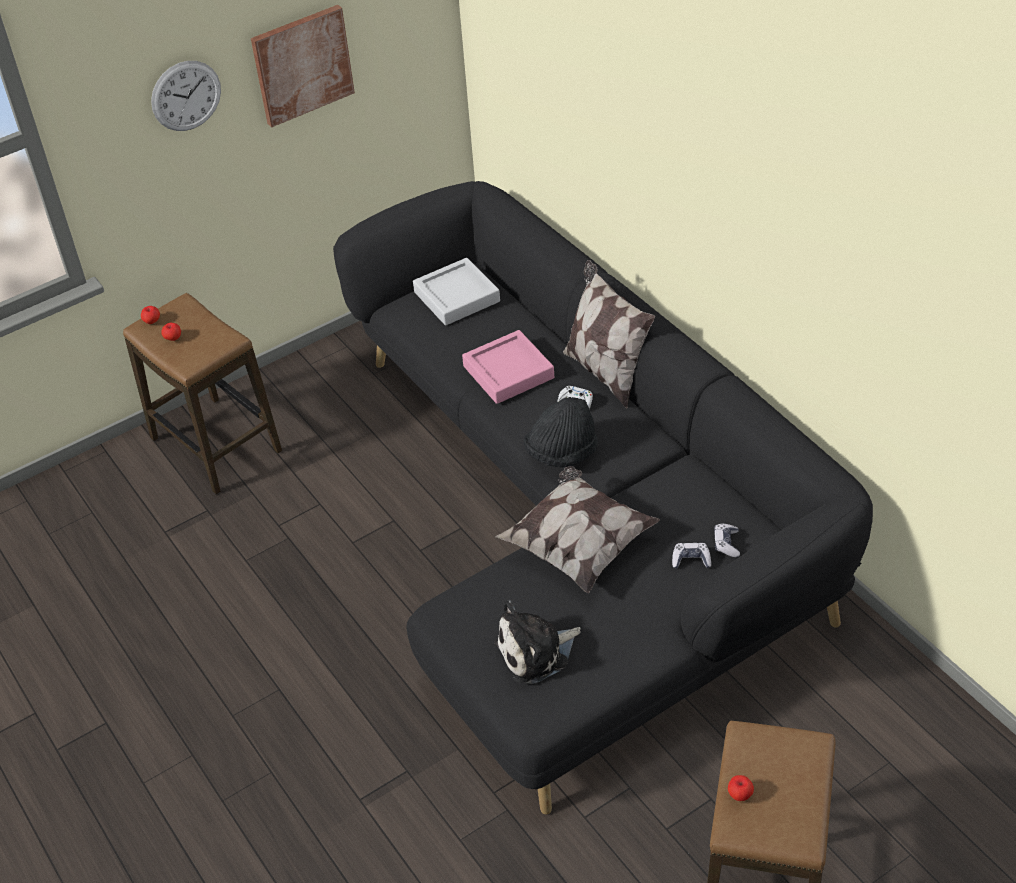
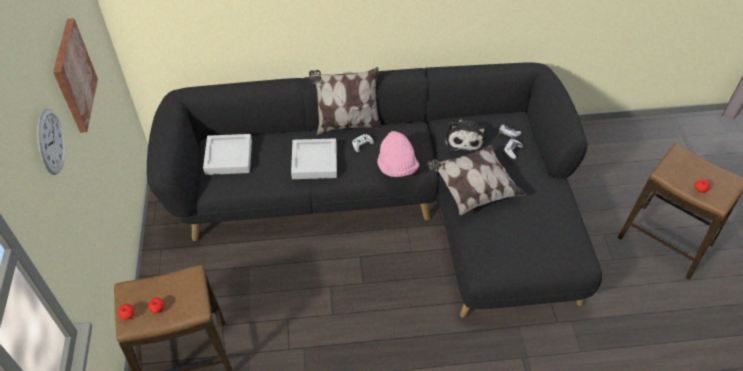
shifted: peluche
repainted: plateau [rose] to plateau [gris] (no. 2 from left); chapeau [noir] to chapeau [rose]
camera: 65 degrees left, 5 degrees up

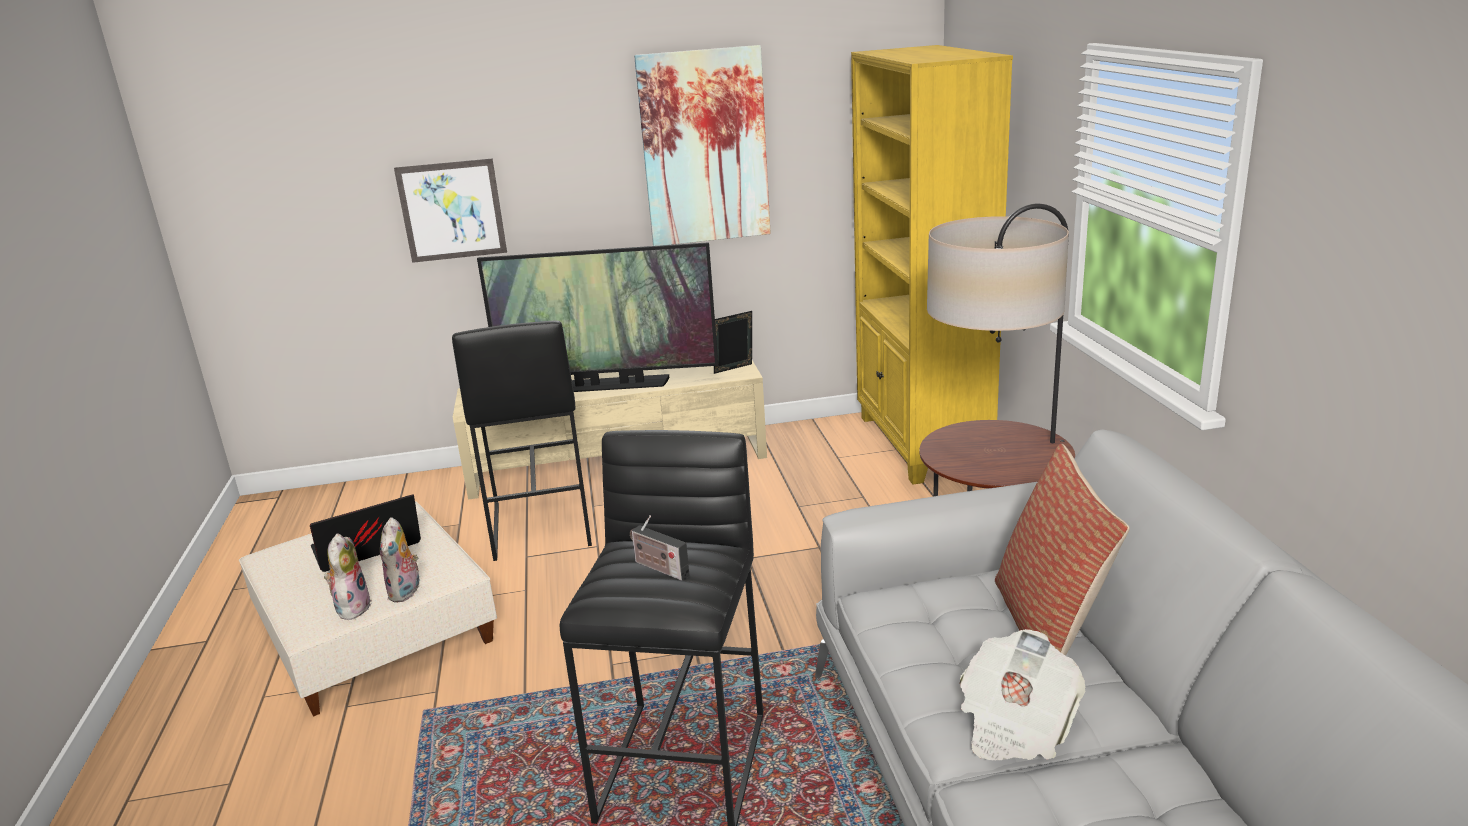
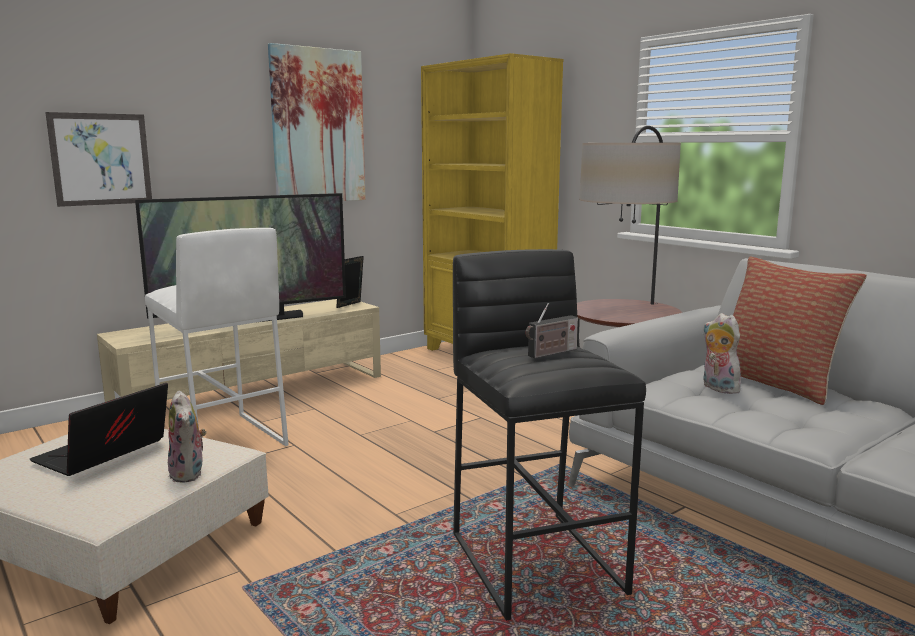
gone: journal
shifted: peluche (no. 1 from left in the first image) to peluche (no. 2 from left)
repainted: tabouret [noir] (no. 1 from left) to tabouret [blanc]
rotated: radio 45 degrees counterclockwise
camera: 30 degrees left, 10 degrees down

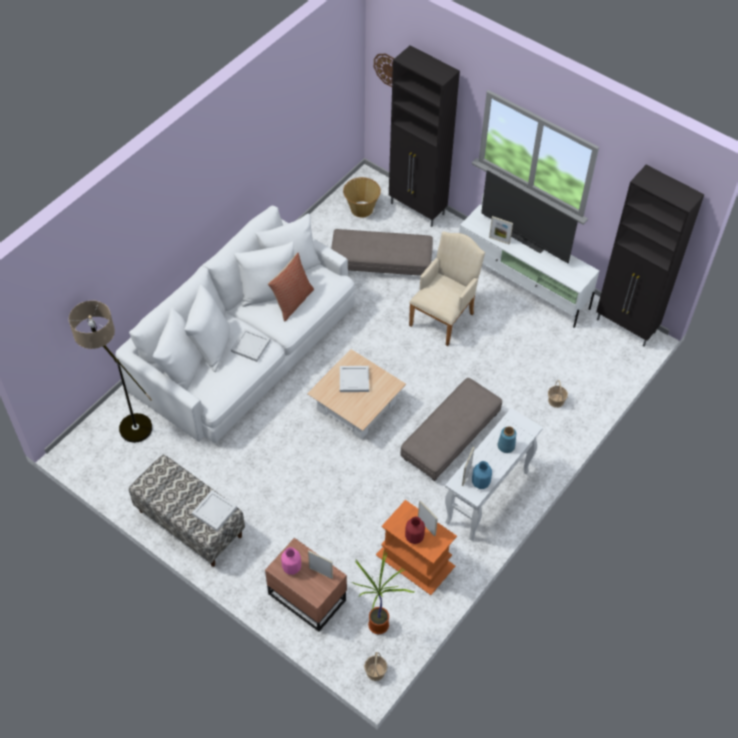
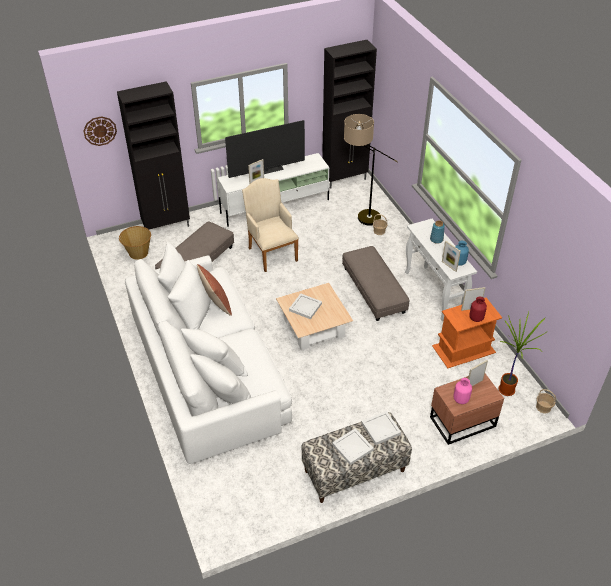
shifted: plateau [blanc] (no. 2 from left); lampadaire
camera: 60 degrees left, 10 degrees down

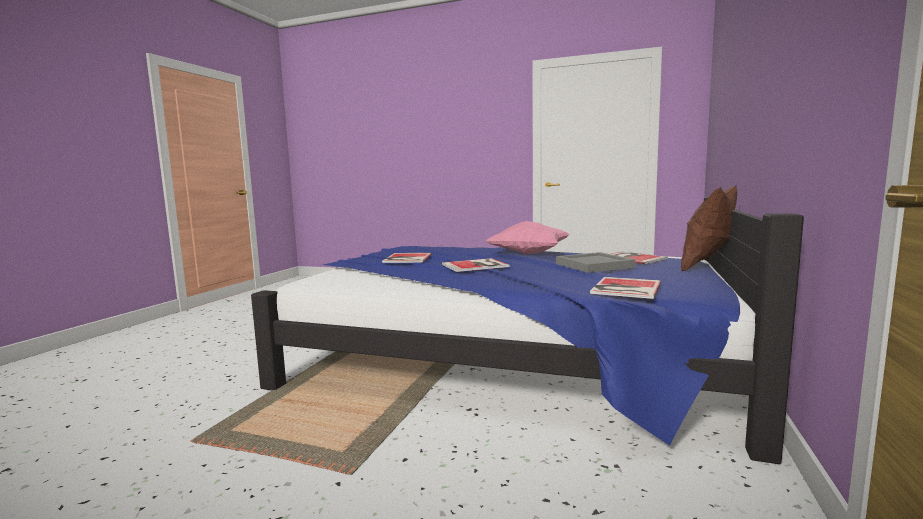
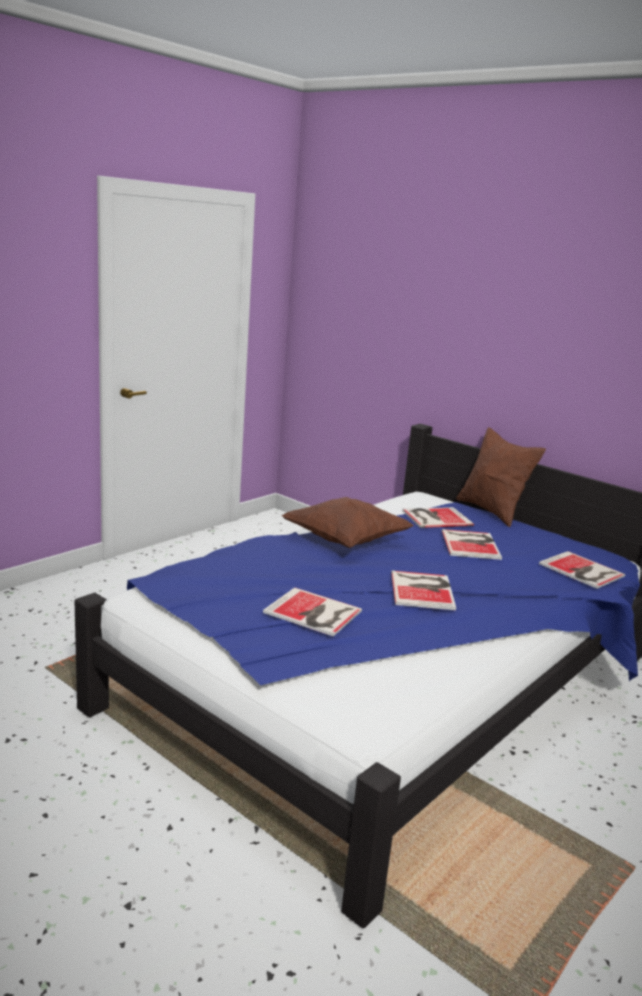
swapped: plateau [gris] to livre (no. 4 from left)
repainted: coussin [rose] to coussin [marron] (no. 1 from left)
camera: 70 degrees left, 10 degrees up

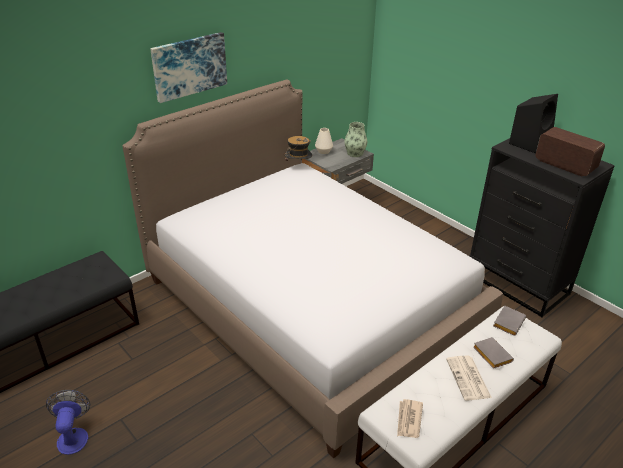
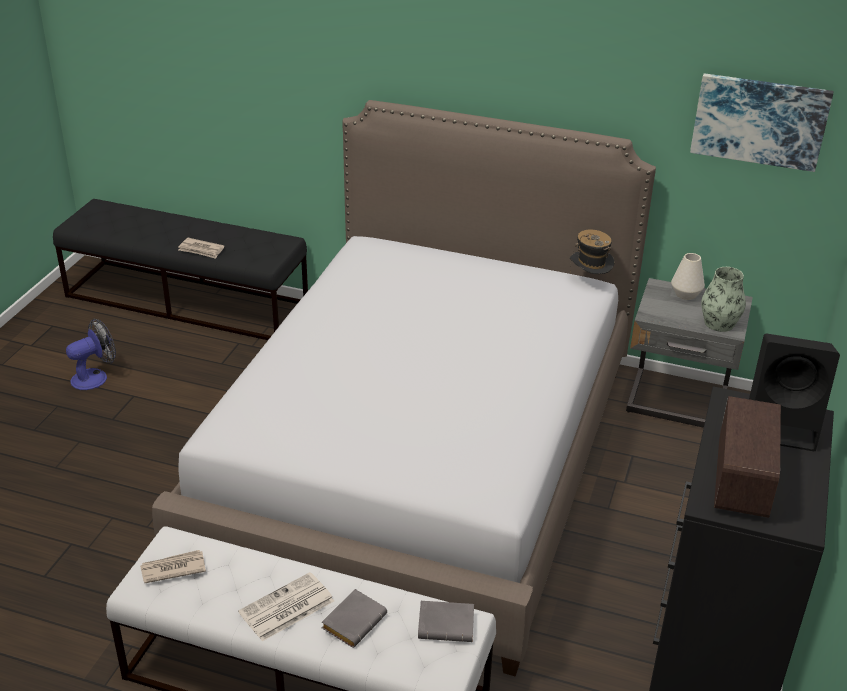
new: journal (no. 2 from left)
shifted: tableau
camera: 60 degrees right, 0 degrees up

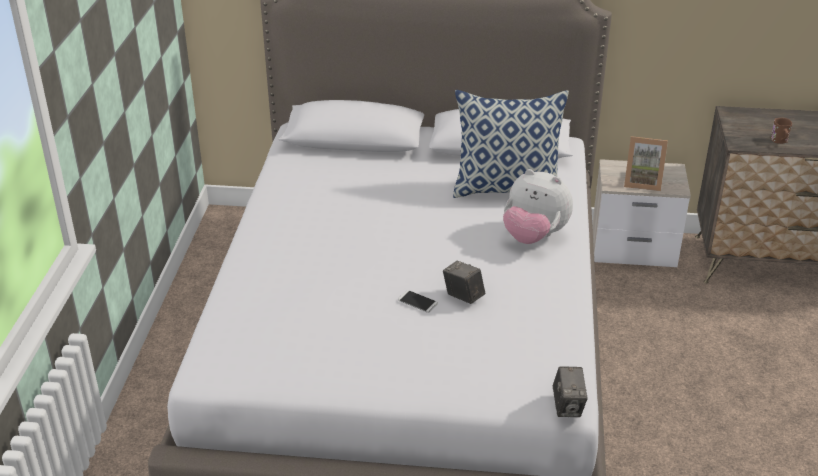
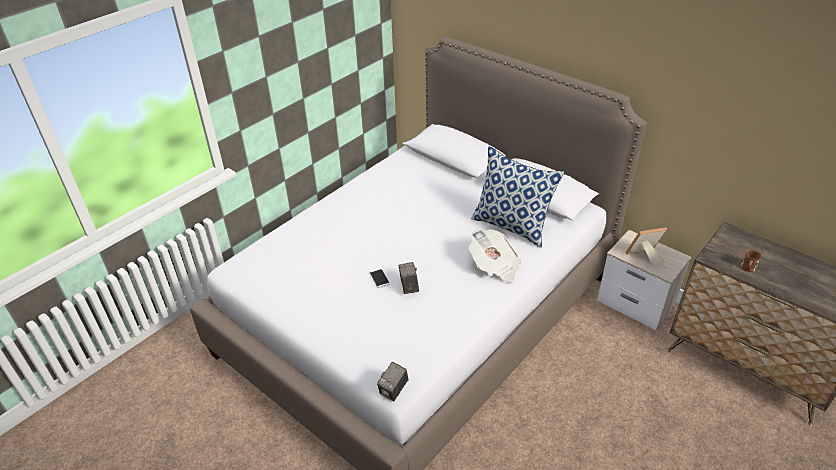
swapped: peluche to journal
rotated: cadre photo 120 degrees clockwise
camera: 35 degrees right, 5 degrees up

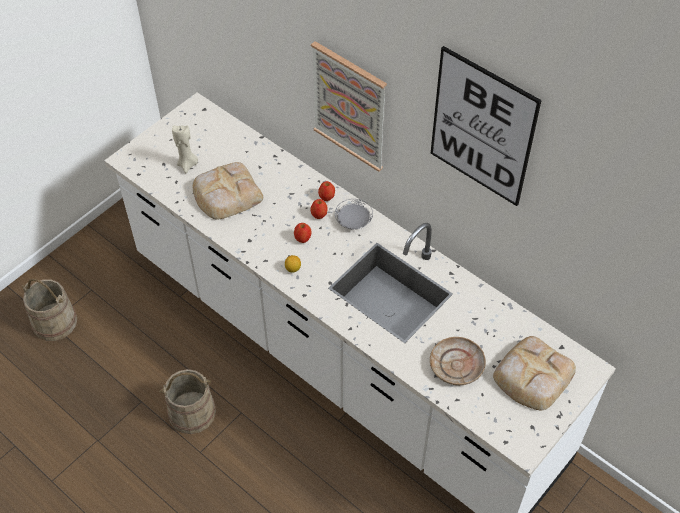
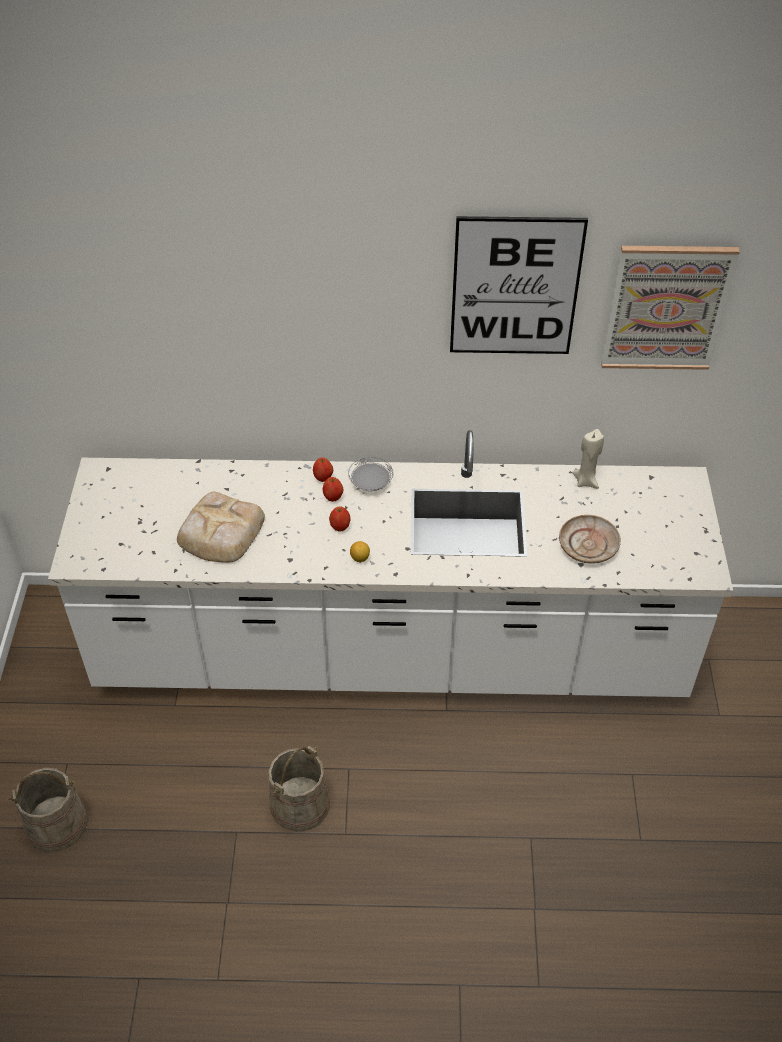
gone: pain (no. 2 from left)
shifted: bougie [beige]; tableau (no. 1 from left in the first image) to tableau (no. 2 from left)
camera: 40 degrees left, 5 degrees down

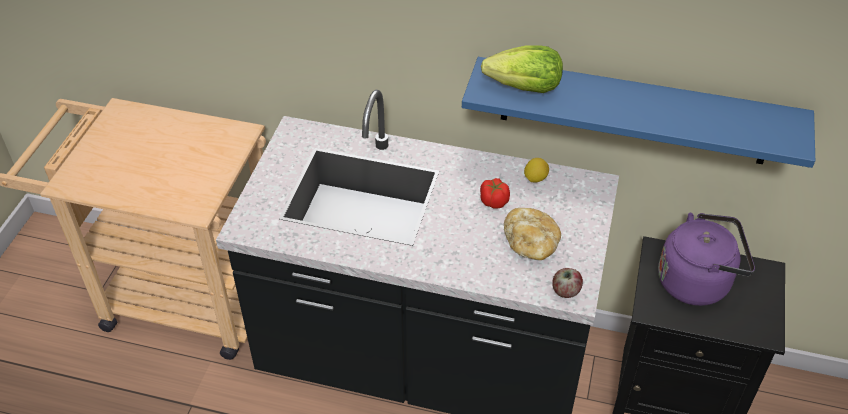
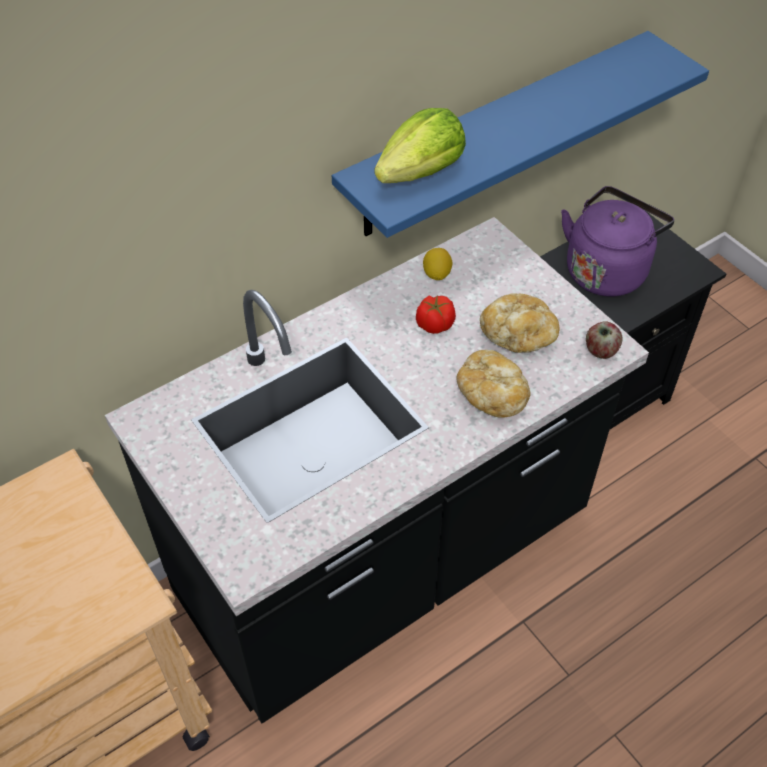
new: pain (no. 1 from left)
camera: 50 degrees left, 5 degrees up

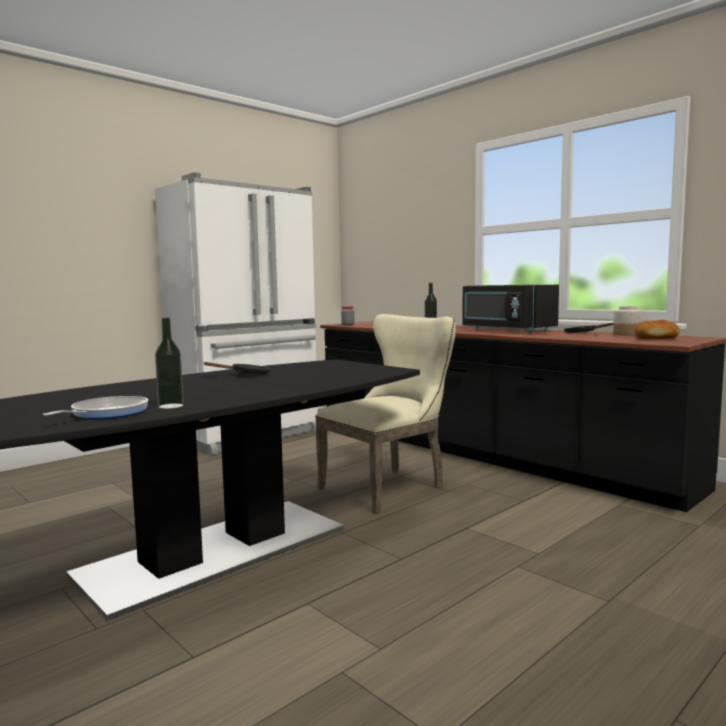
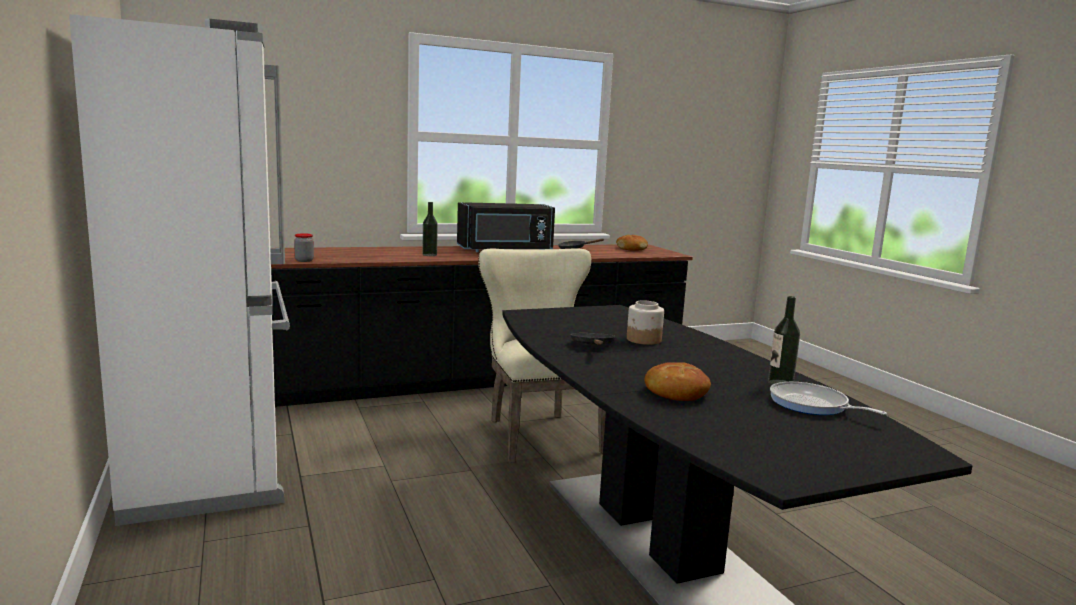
new: pain (no. 2 from left)
shifted: bocal (no. 2 from left)
camera: 70 degrees left, 5 degrees up

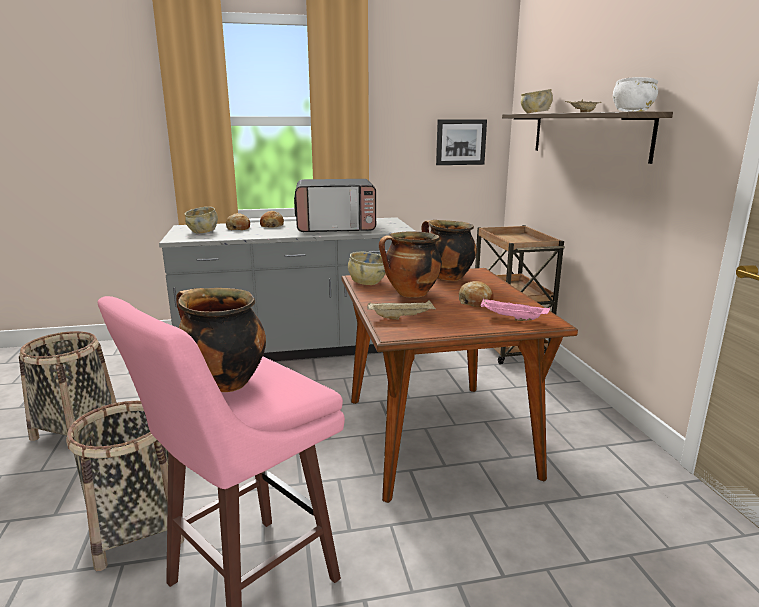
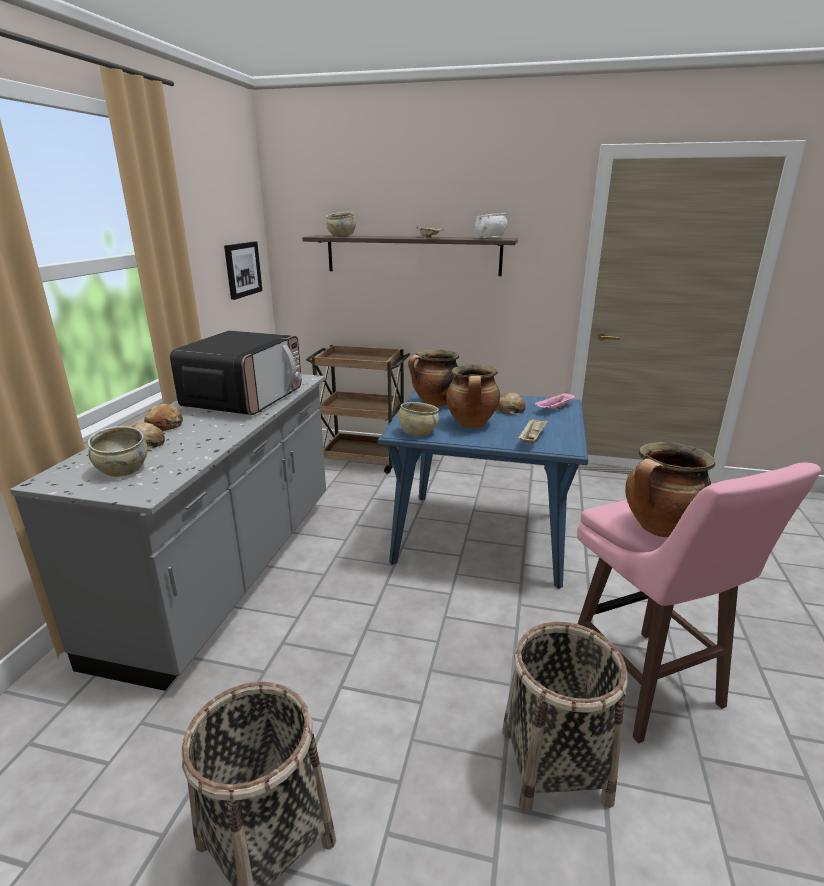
repainted: table à manger [marron] to table à manger [bleu]
camera: 65 degrees left, 5 degrees up

